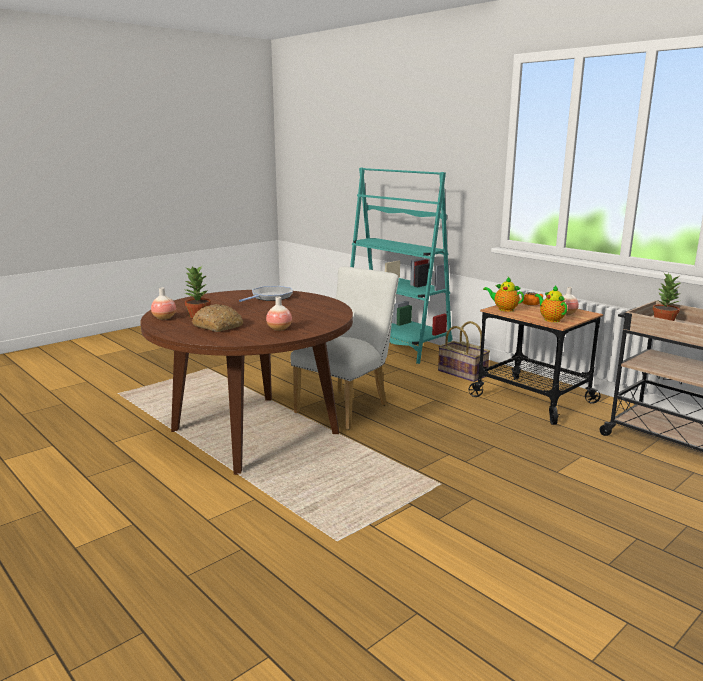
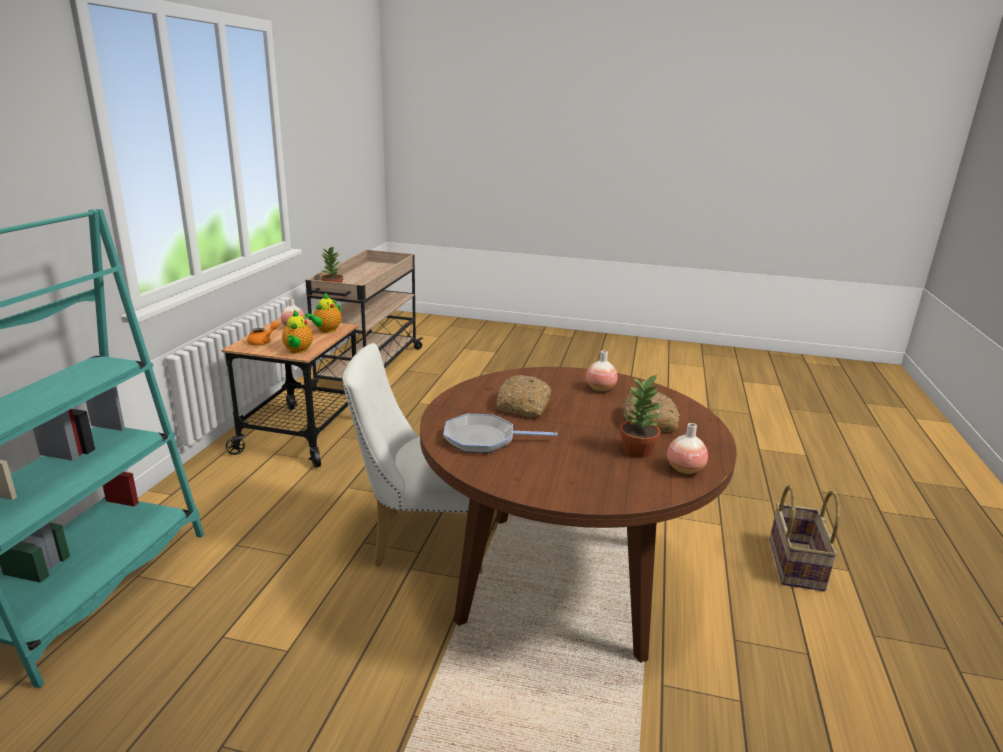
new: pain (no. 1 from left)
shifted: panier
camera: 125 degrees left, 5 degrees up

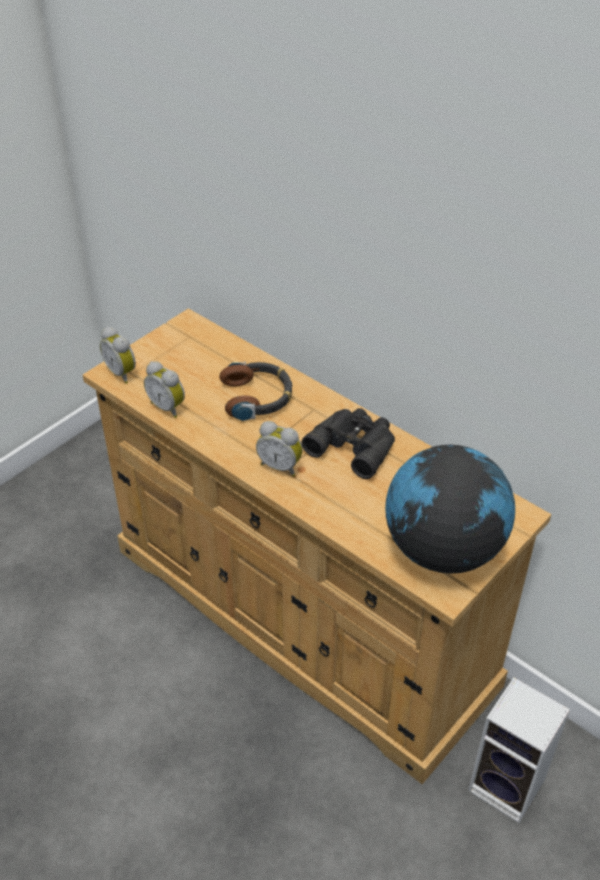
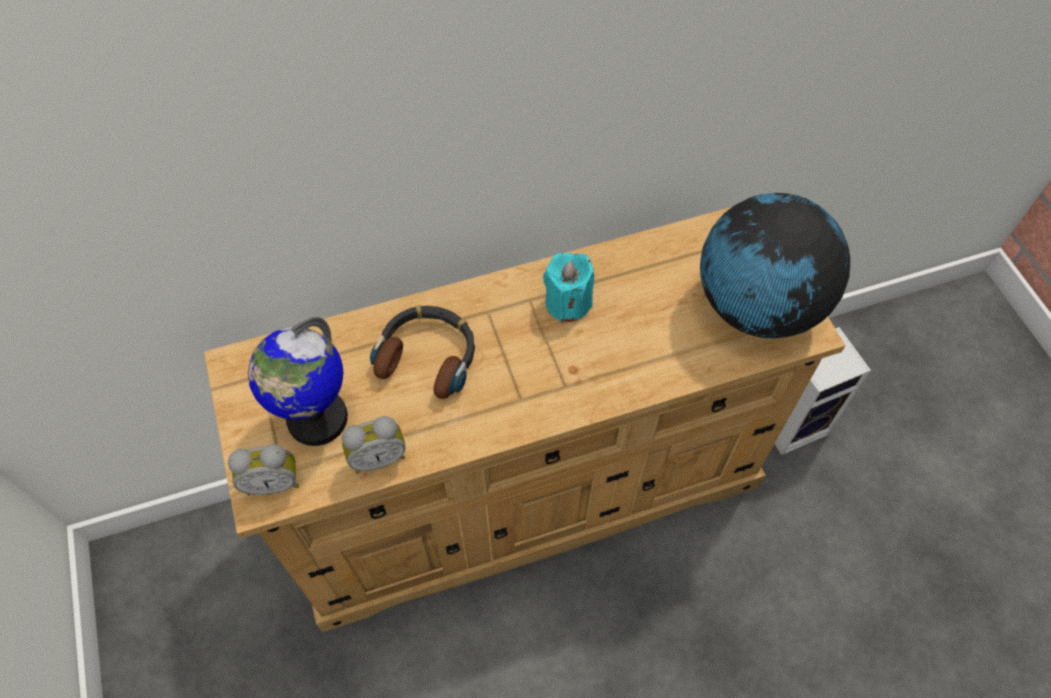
gone: réveil (no. 3 from left)
new: globe (no. 1 from left)
swapped: jumelles [noir] to bougie [turquoise]
camera: 60 degrees left, 15 degrees up

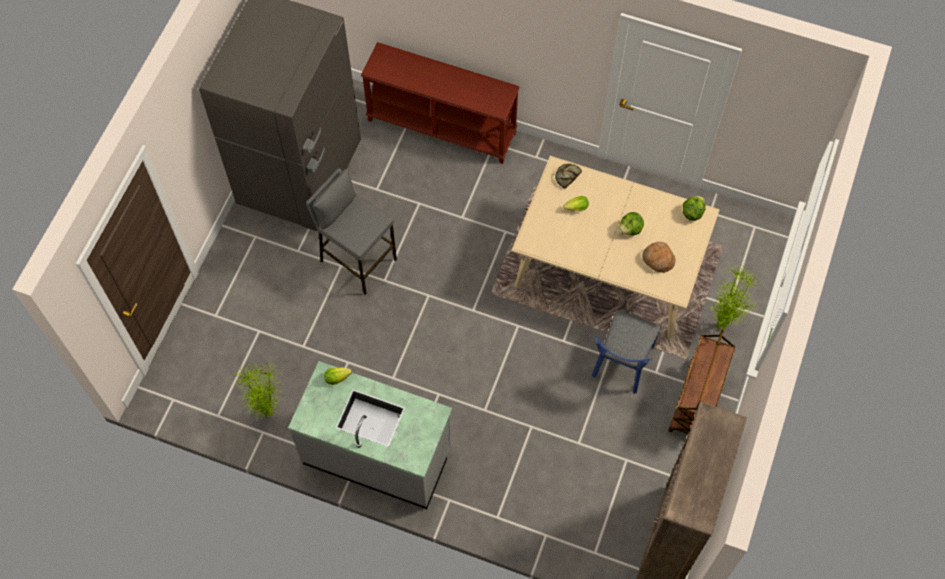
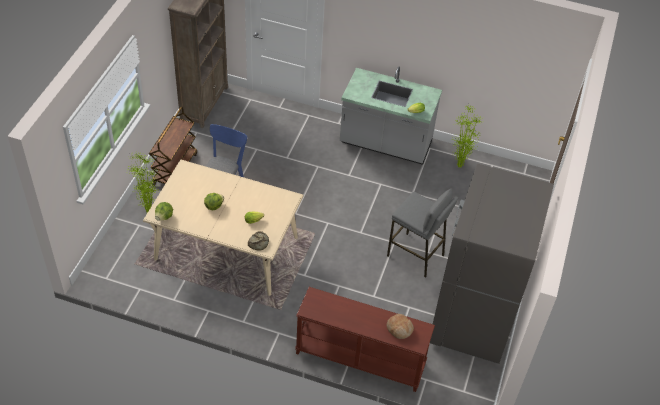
shifted: pain (no. 2 from left)
camera: 175 degrees right, 15 degrees down

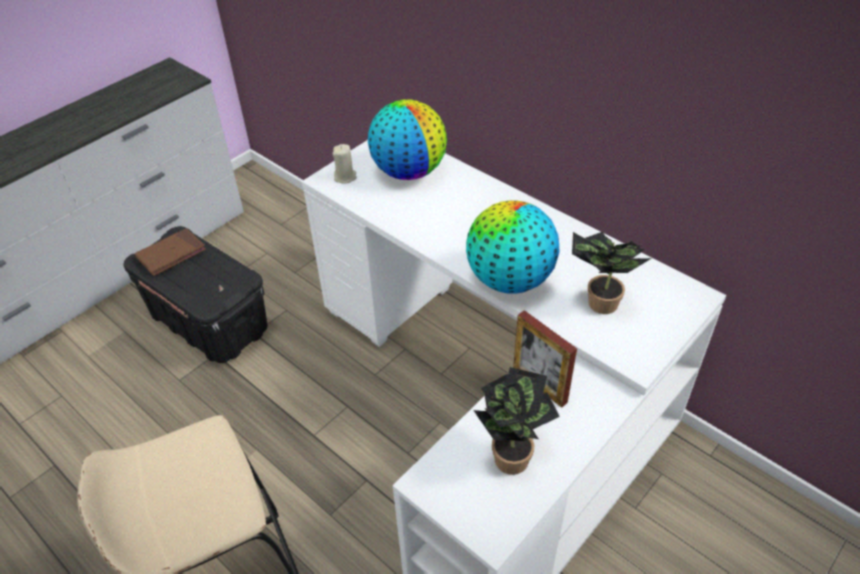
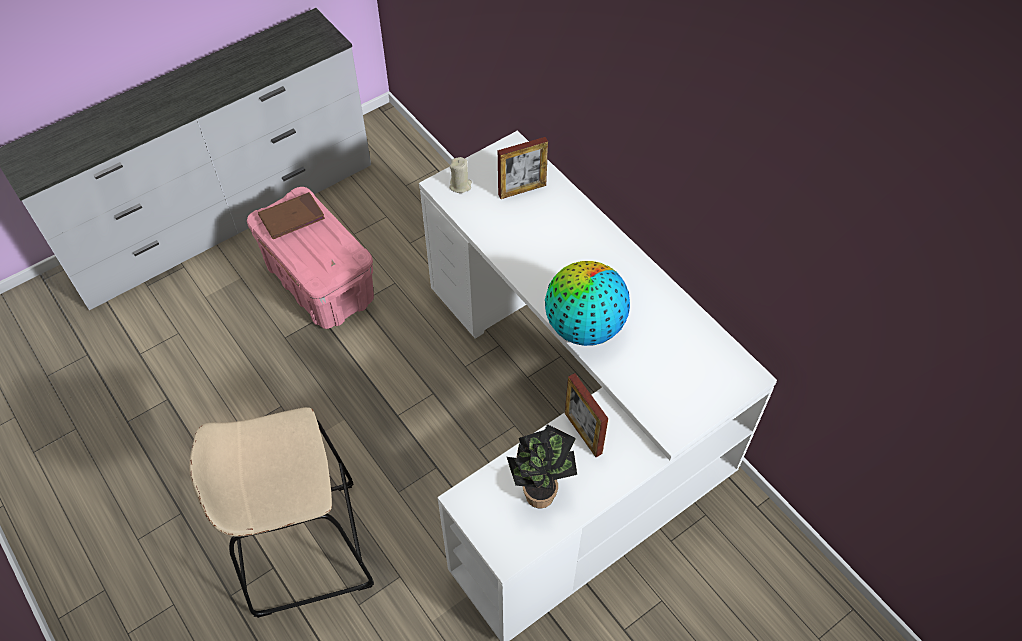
gone: plante en pot (no. 2 from left)
swapped: globe (no. 1 from left) to cadre photo (no. 1 from left)
repainted: boîte de rangement [noir] to boîte de rangement [rose]
camera: 10 degrees right, 10 degrees up

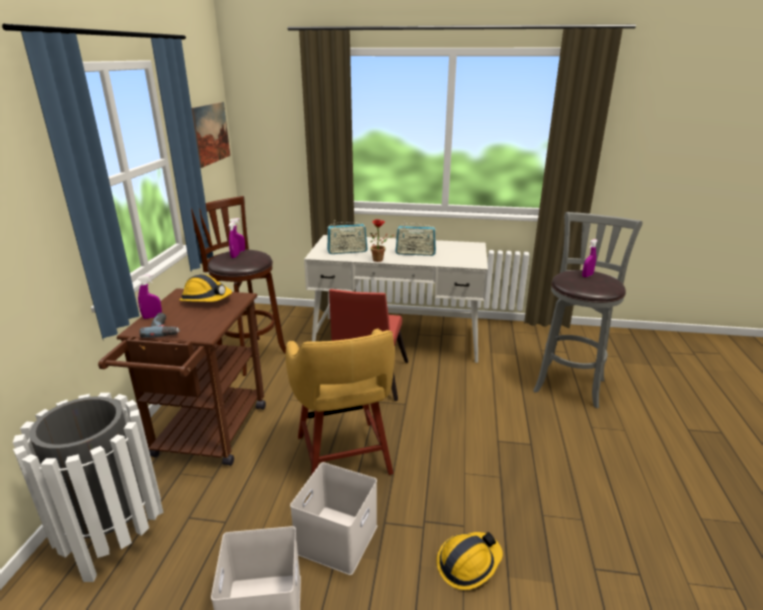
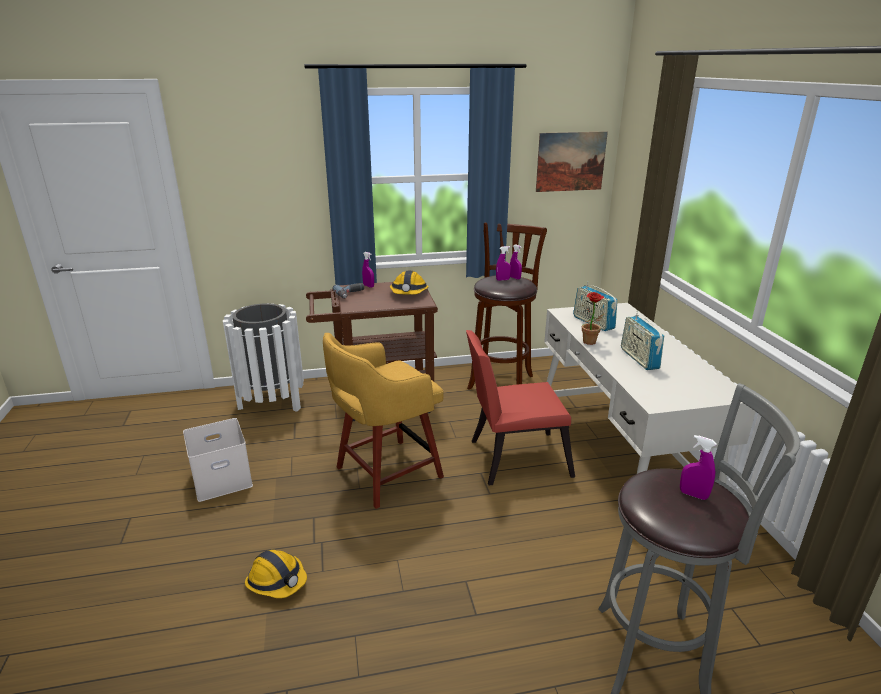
gone: boîte de rangement [blanc] (no. 2 from left)
camera: 70 degrees right, 0 degrees up

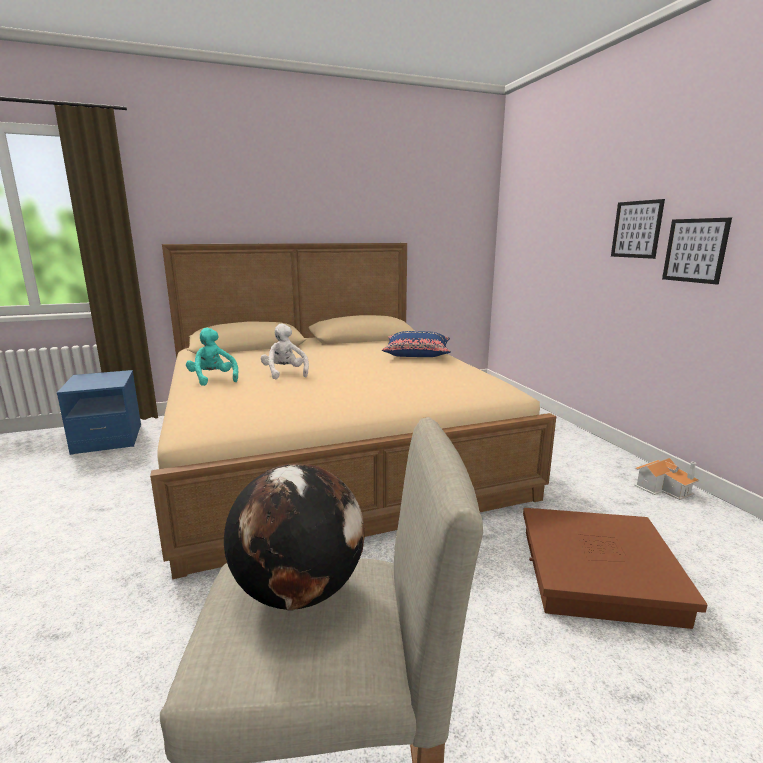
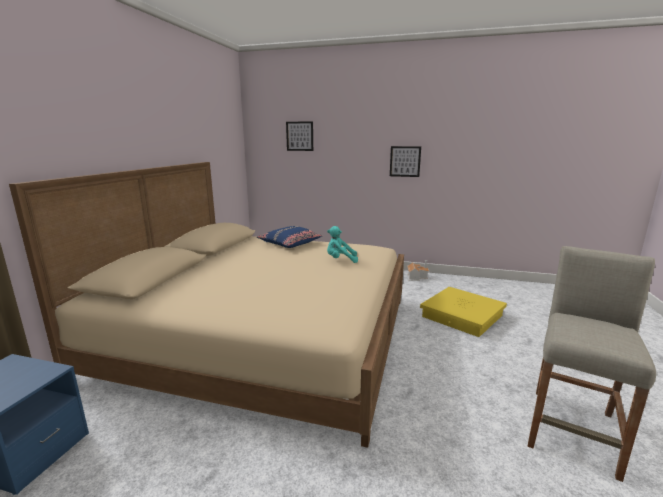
gone: globe; peluche [blanc]
shifted: tableau (no. 1 from left); peluche [turquoise]
repainted: boîte de rangement [marron] to boîte de rangement [jaune]
camera: 55 degrees left, 0 degrees up

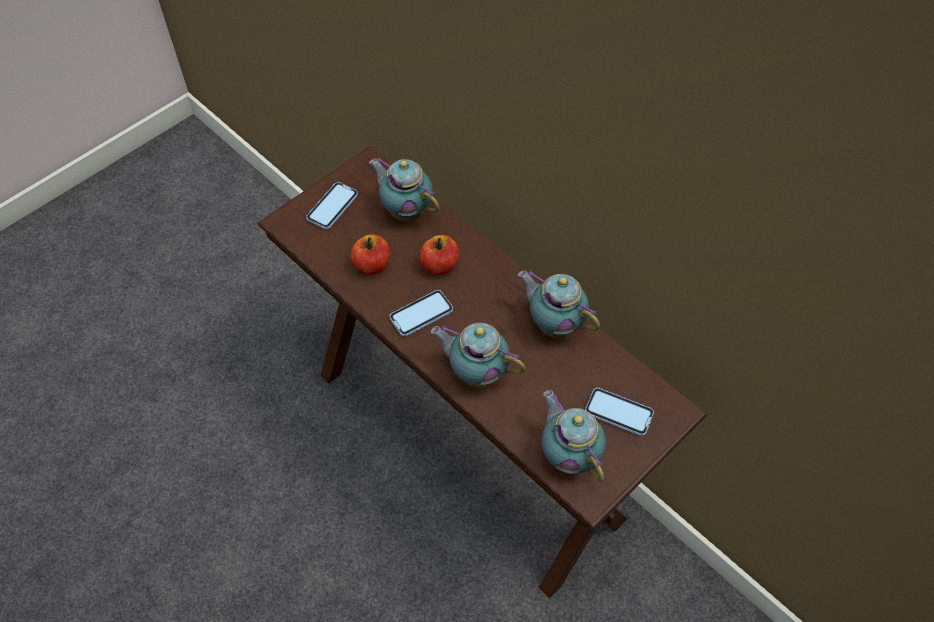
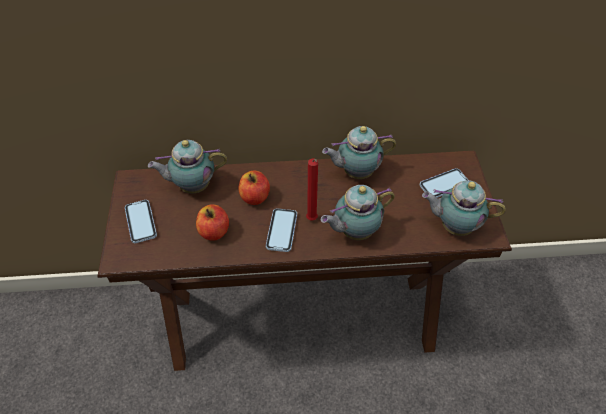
new: bougie [rouge]
camera: 50 degrees left, 5 degrees down

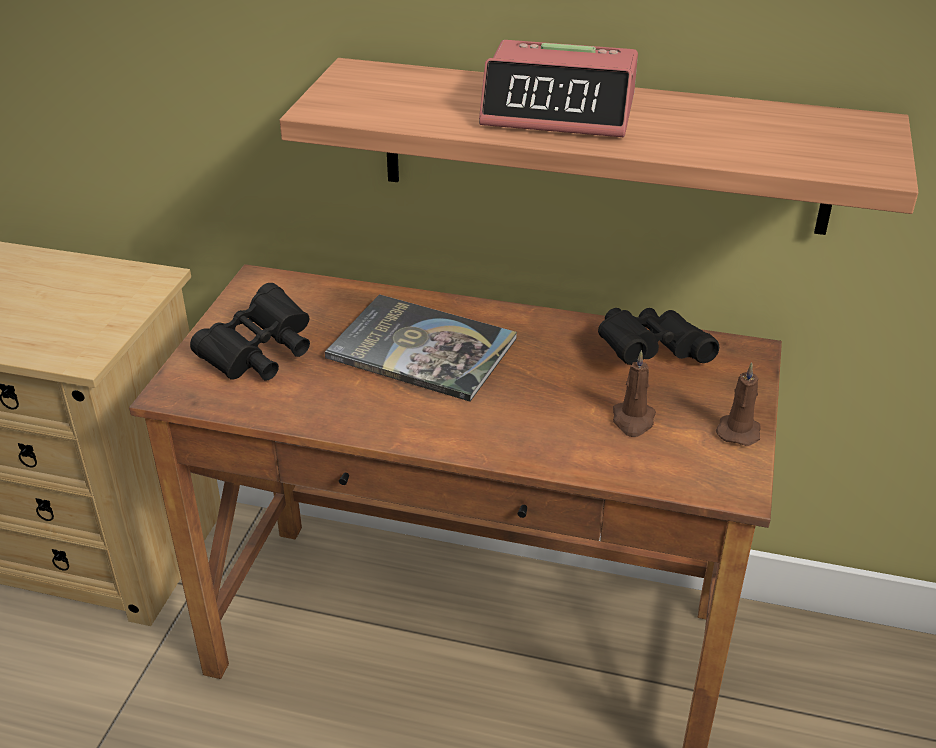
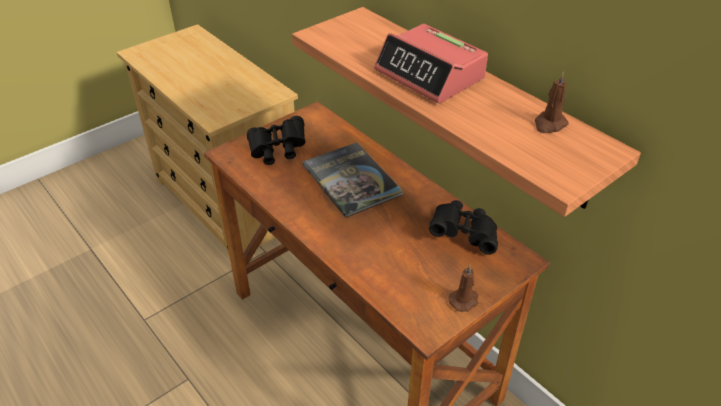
shifted: bougie [marron] (no. 1 from left in the first image) to bougie [marron] (no. 2 from left)
camera: 35 degrees right, 5 degrees up

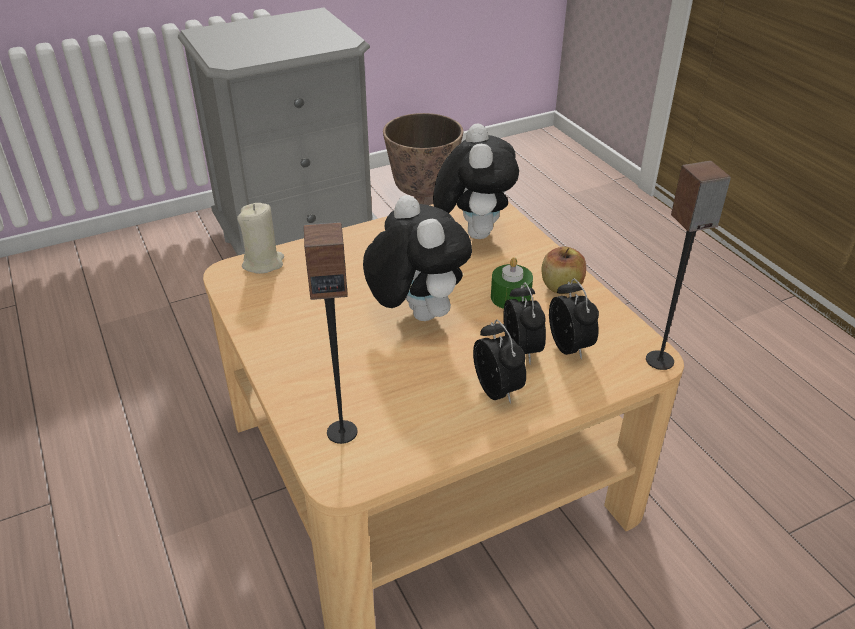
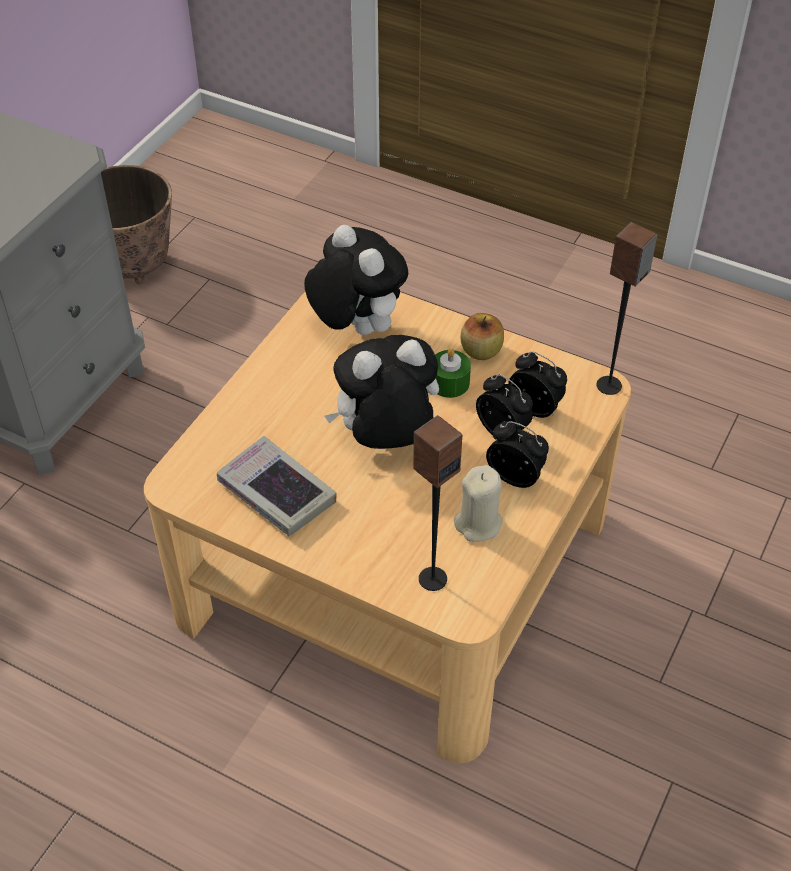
new: livre
shifted: bougie [beige]
rotated: peluche (no. 1 from left in the first image) 45 degrees counterclockwise
camera: 35 degrees left, 10 degrees up

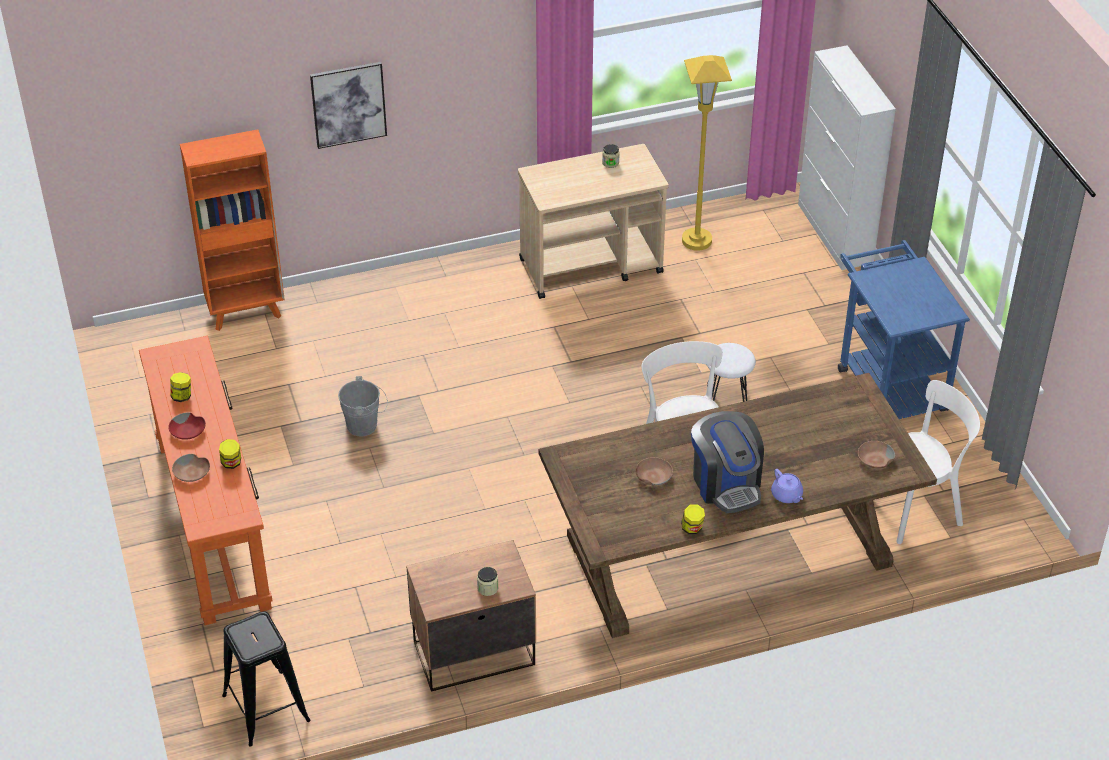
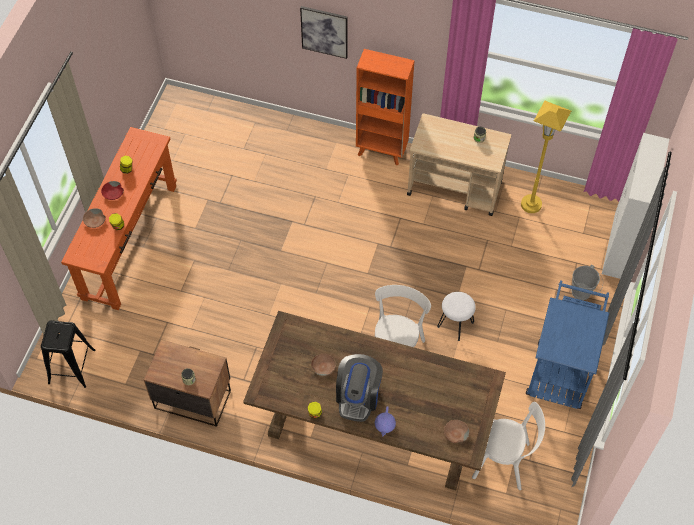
shifted: bibliothèque [orange]; seau [gris]
camera: 35 degrees right, 15 degrees up

